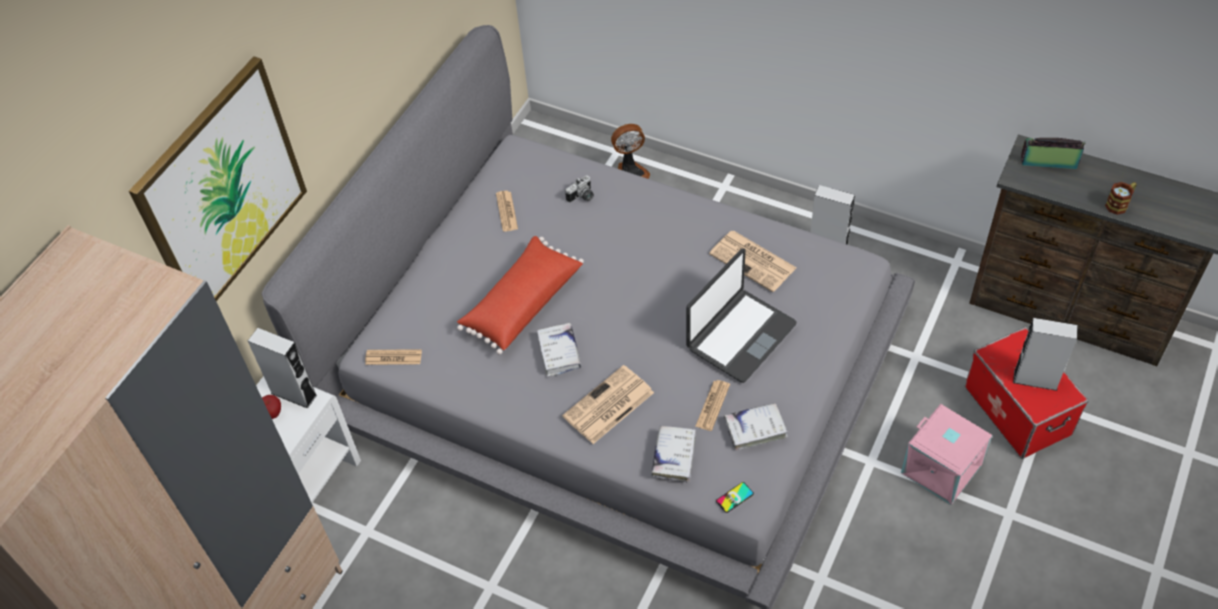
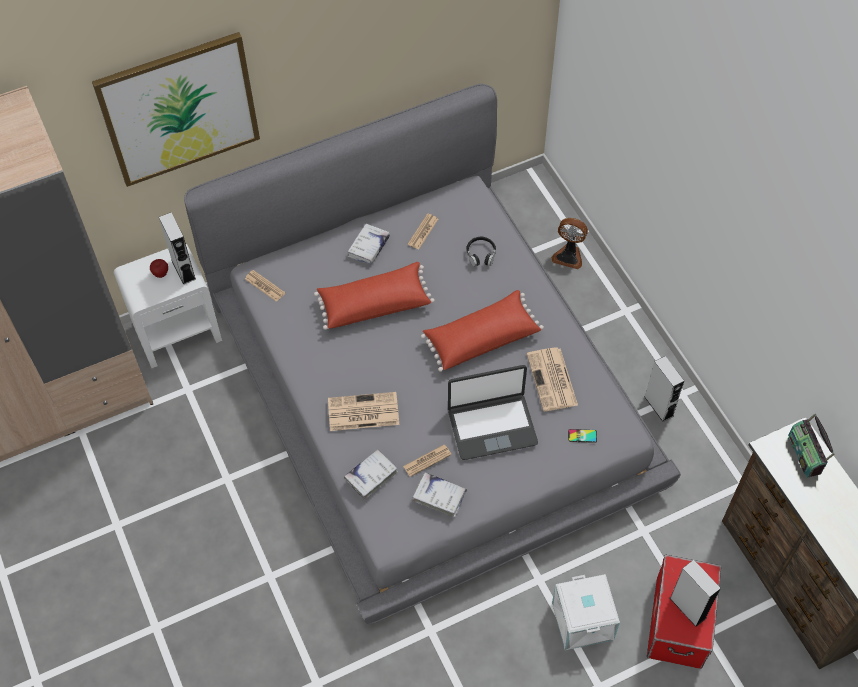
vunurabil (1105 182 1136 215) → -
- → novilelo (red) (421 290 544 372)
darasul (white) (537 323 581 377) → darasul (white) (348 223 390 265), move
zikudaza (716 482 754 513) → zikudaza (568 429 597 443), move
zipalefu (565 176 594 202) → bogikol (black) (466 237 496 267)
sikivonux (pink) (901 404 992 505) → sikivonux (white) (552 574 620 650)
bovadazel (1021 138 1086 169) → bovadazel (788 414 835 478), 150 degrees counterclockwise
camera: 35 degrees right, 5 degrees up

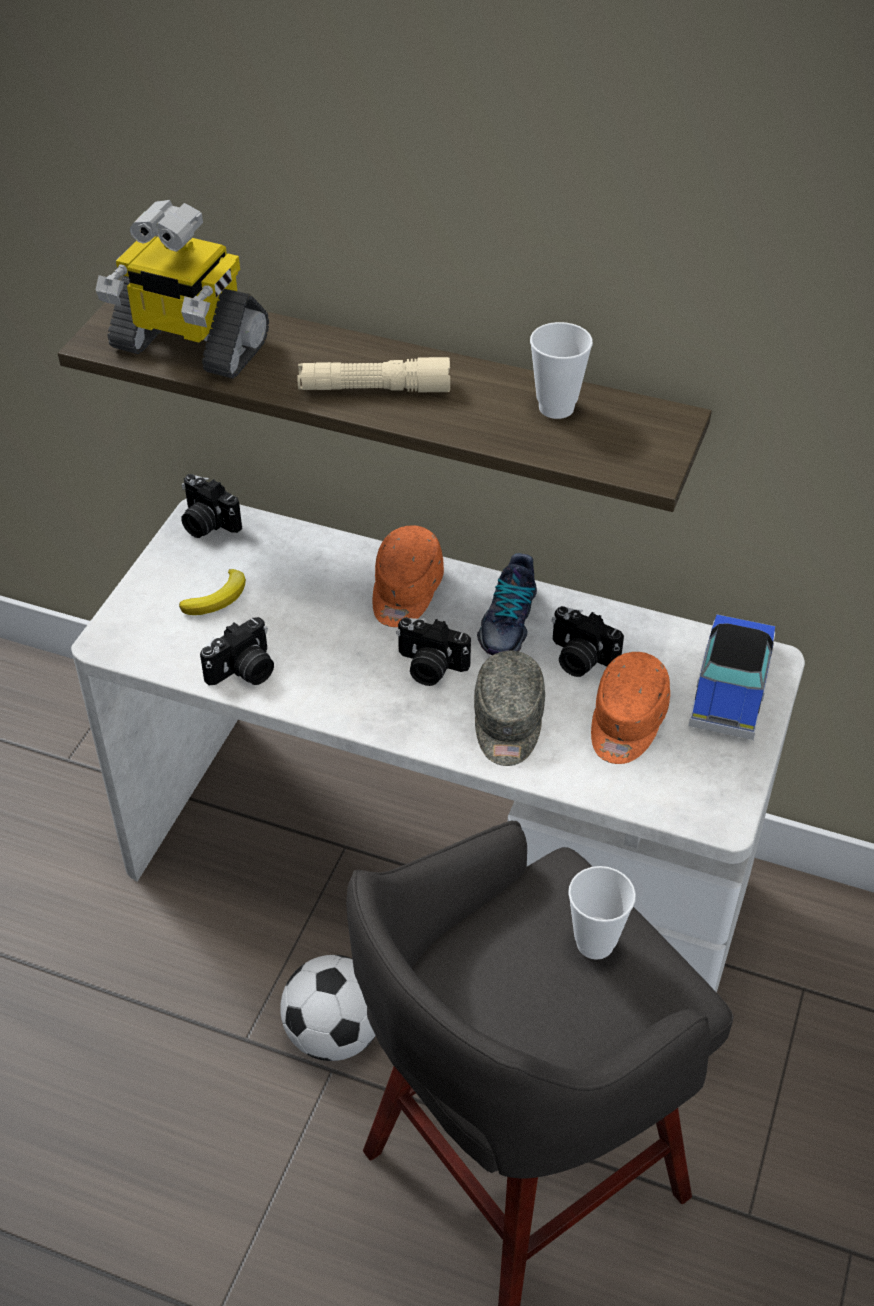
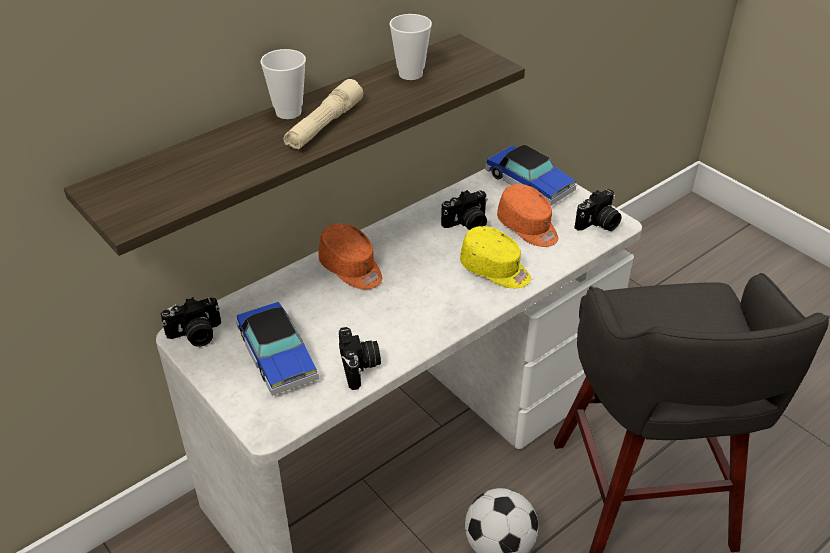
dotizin (96 200 269 379) → -
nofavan (477 553 537 655) → -
zipalefu (396 618 471 686) → zipalefu (575 189 622 231), move
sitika (568 866 636 960) → sitika (261 49 306 119), move
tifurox (179 569 246 615) → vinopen (236 302 319 396)
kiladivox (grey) (474 650 545 766) → kiladivox (yellow) (460 226 531 288)
camera: 60 degrees left, 5 degrees down

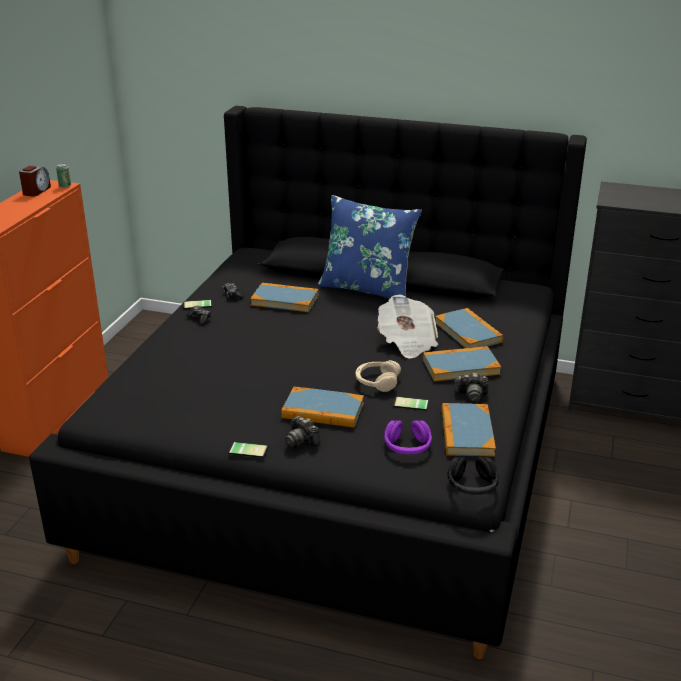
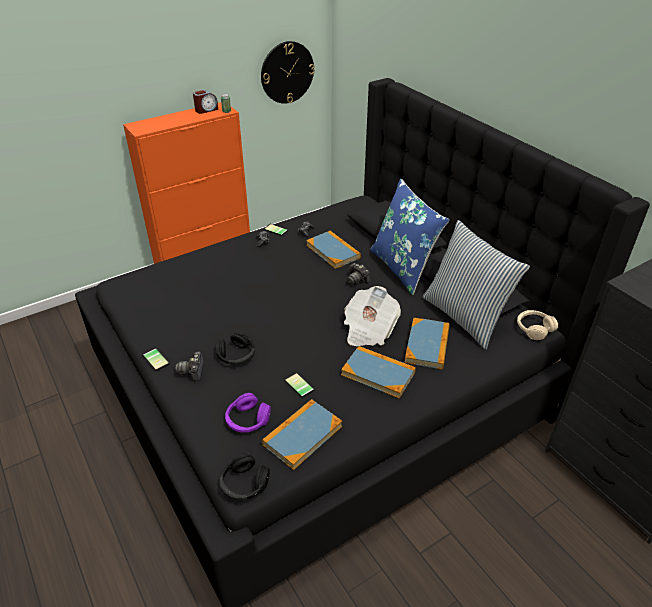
- → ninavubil (261 41 315 104)
- → novilelo (423 220 530 350)
bogikol (beige) (356 360 401 392) → bogikol (beige) (517 310 558 340), move
zipalefu (454 373 489 403) → zipalefu (347 263 370 285), move
darasul (281 387 364 428) → bogikol (black) (216 332 255 365)
camera: 40 degrees right, 10 degrees up

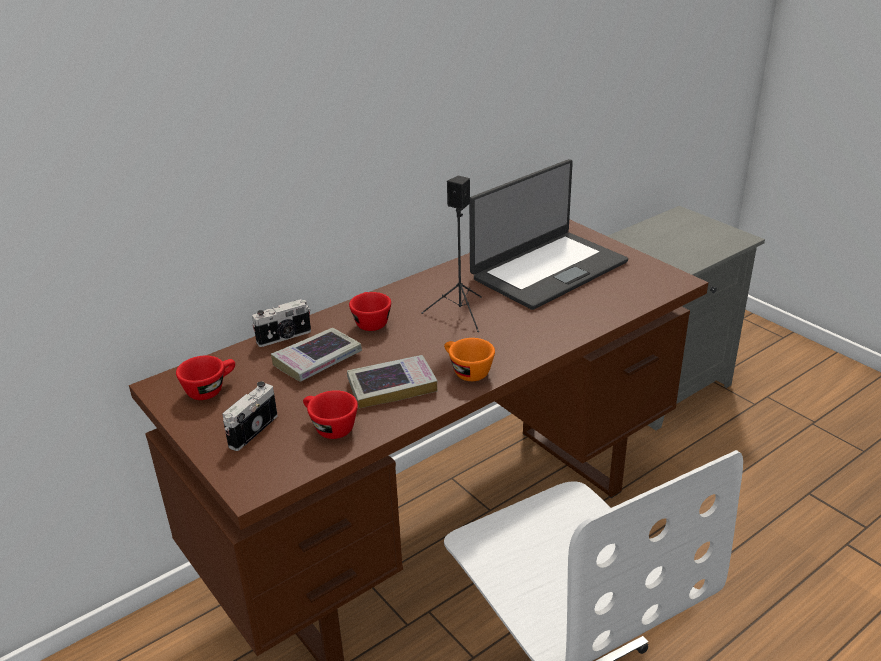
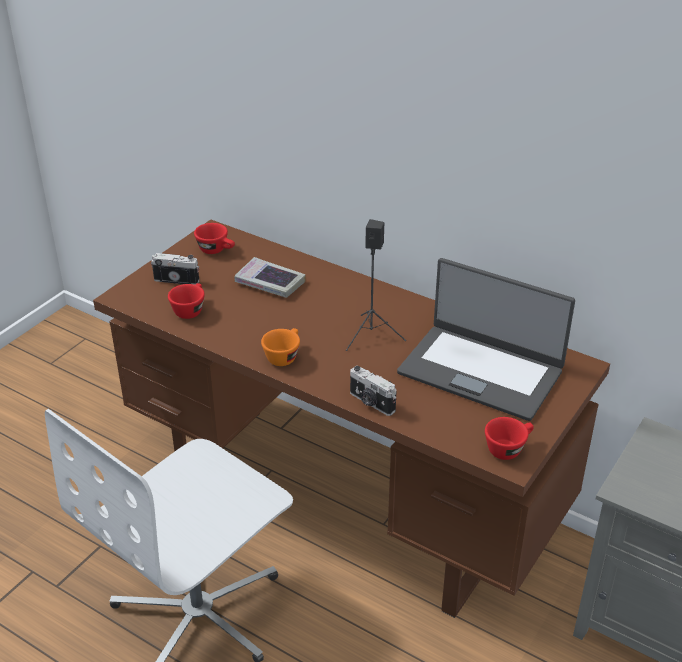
darasul (347 355 437 409) → -
zipalefu (252 299 311 347) → zipalefu (350 366 396 416), move
sitika (red) (349 292 391 331) → sitika (red) (485 417 534 460), move
camera: 70 degrees right, 5 degrees up

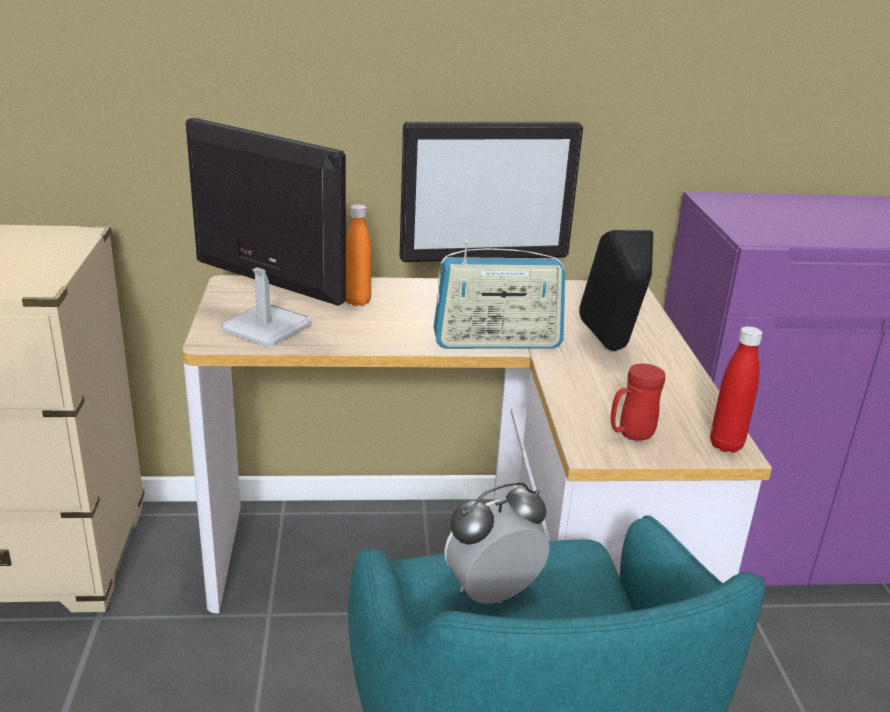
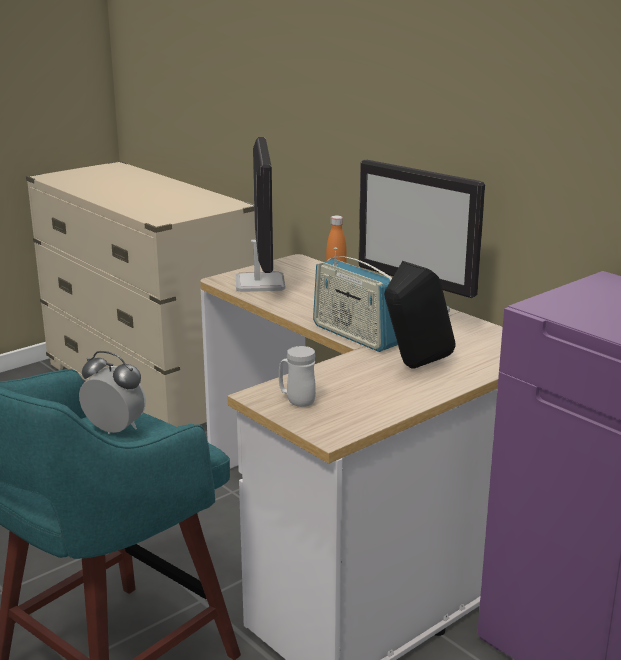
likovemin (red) (710 326 763 453) → -
vunurabil (red) (611 363 665 441) → vunurabil (white) (279 346 316 407)
camera: 55 degrees right, 5 degrees down

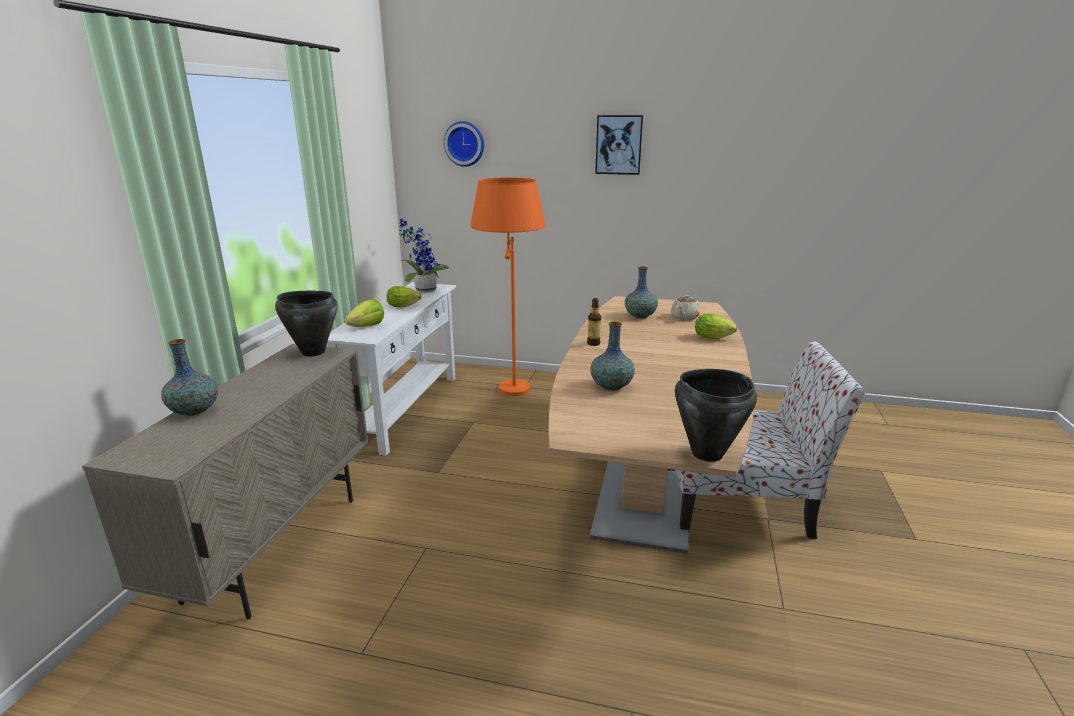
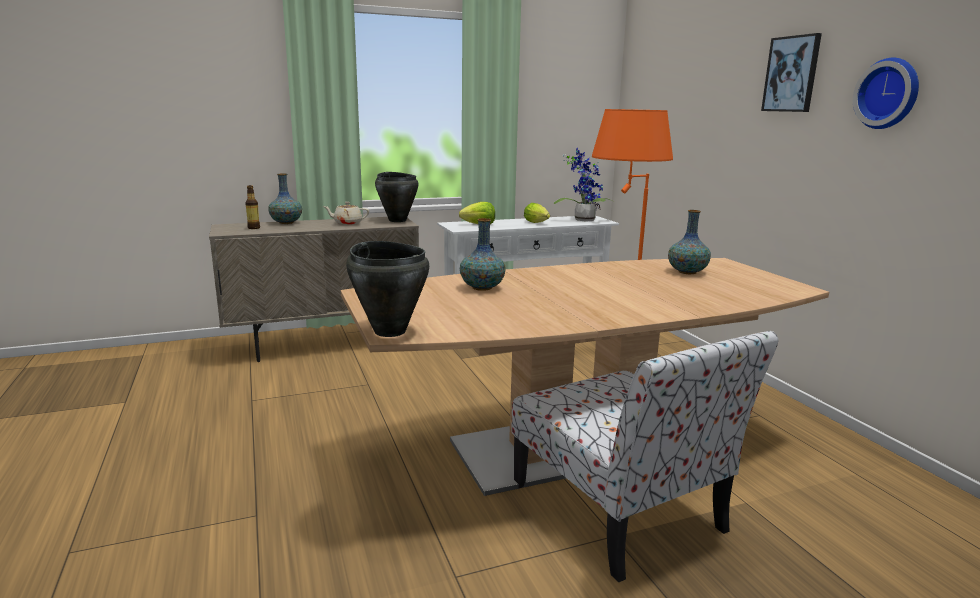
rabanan (695 313 737 339) → -
ninavubil (444 121 484 167) → ninavubil (853 57 919 129), move
likovemin (587 298 601 346) → likovemin (245 185 260 229), move
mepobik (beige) (671 295 700 320) → mepobik (beige) (323 202 369 225), move
camera: 55 degrees right, 5 degrees down

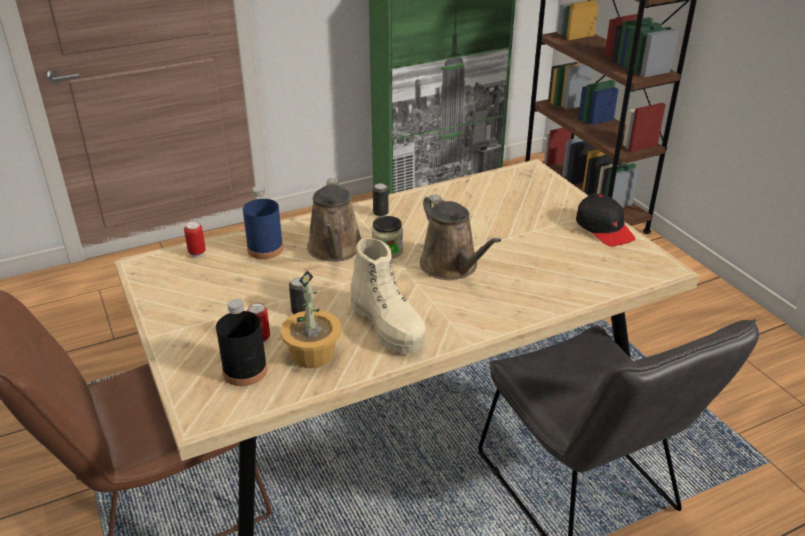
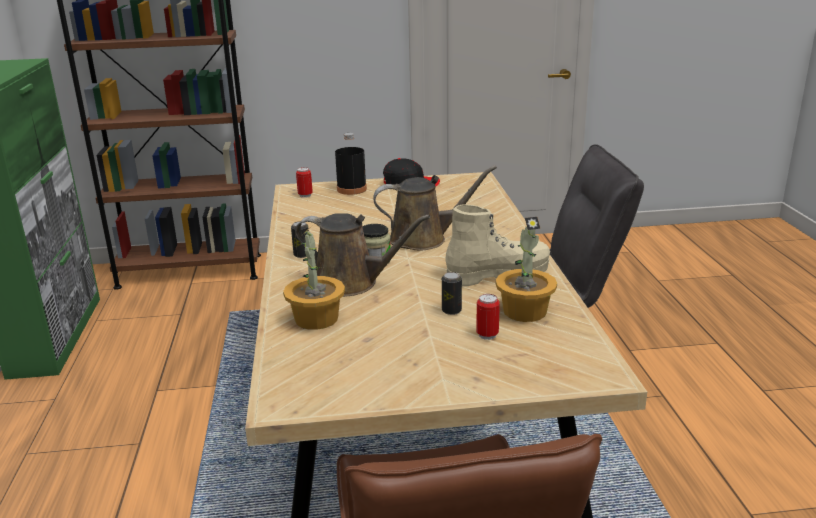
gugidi (184 221 206 257) → gugidi (296 167 313 198), move
likovemin (black) (216 299 267 386) → likovemin (black) (335 133 367 195), move
likovemin (blue) (243 186 284 259) → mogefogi (283 231 345 330)
camera: 70 degrees left, 10 degrees down

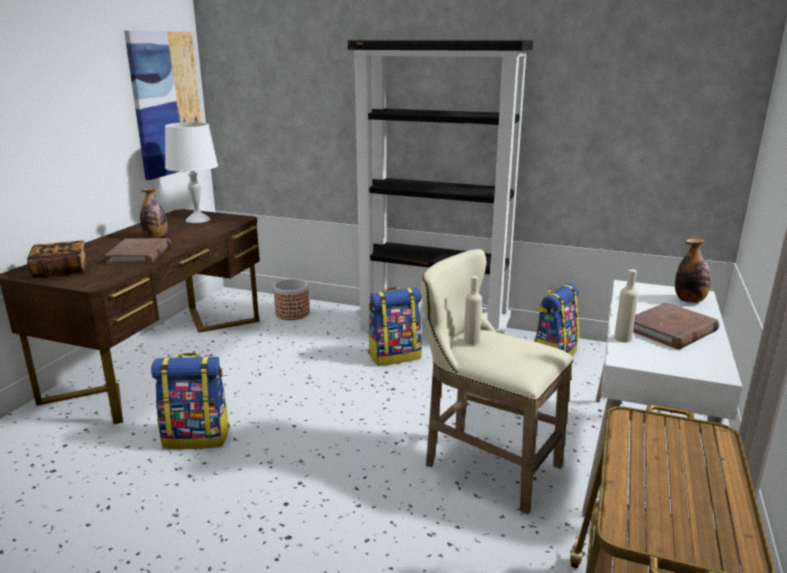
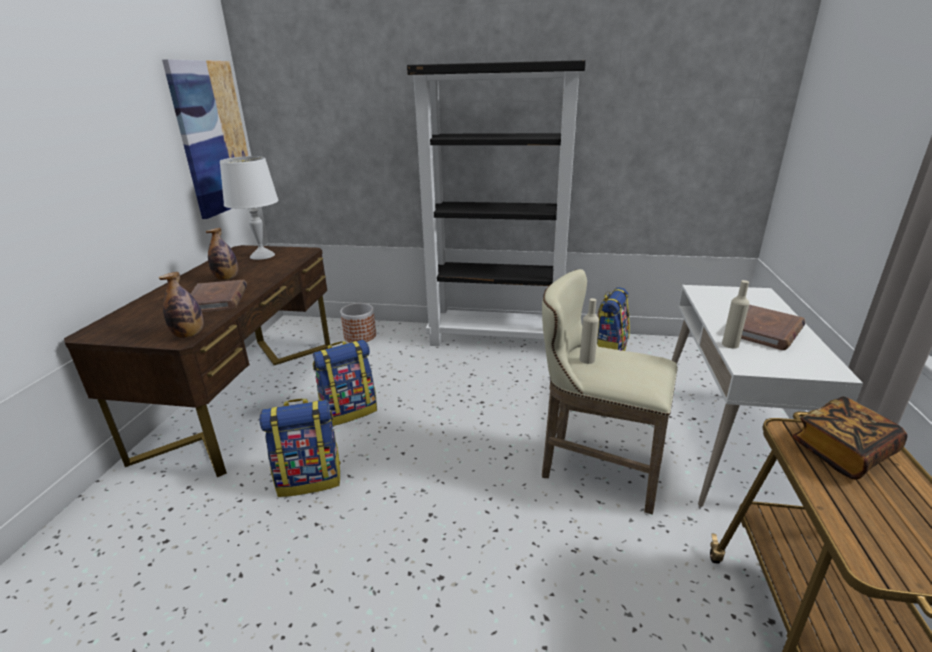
darasul (27 241 87 278) → darasul (792 396 907 479), move
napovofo (368 287 422 366) → napovofo (313 340 377 426), move
likovemin (675 238 711 303) → likovemin (159 272 204 338), move
camera: 10 degrees left, 5 degrees up

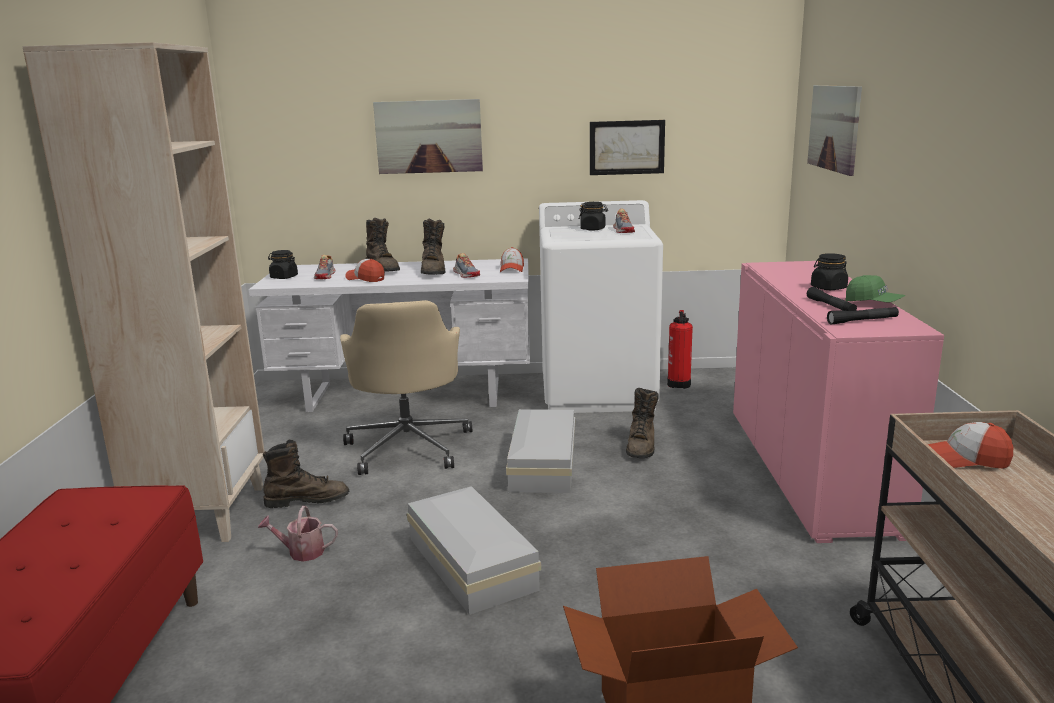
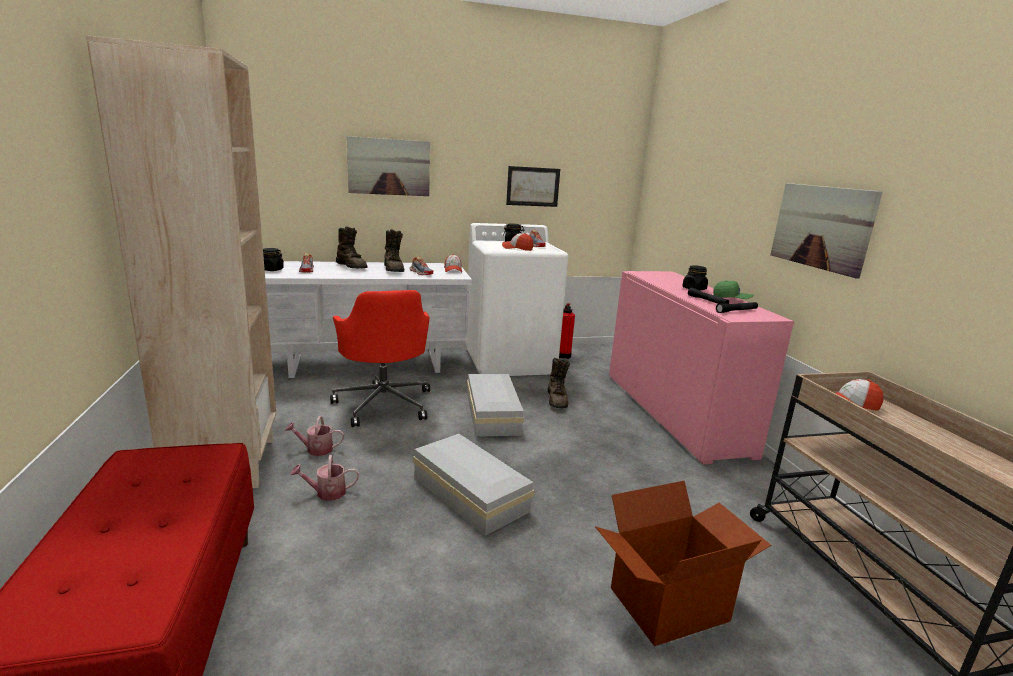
kiladivox (345 259 385 282) → kiladivox (502 233 533 251), move
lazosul (807 85 862 176) → lazosul (770 183 883 278), move
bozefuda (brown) (263 440 349 508) → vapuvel (285 416 344 456)
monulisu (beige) (340 300 472 475) → monulisu (red) (330 290 430 427)
camera: 15 degrees left, 0 degrees up

